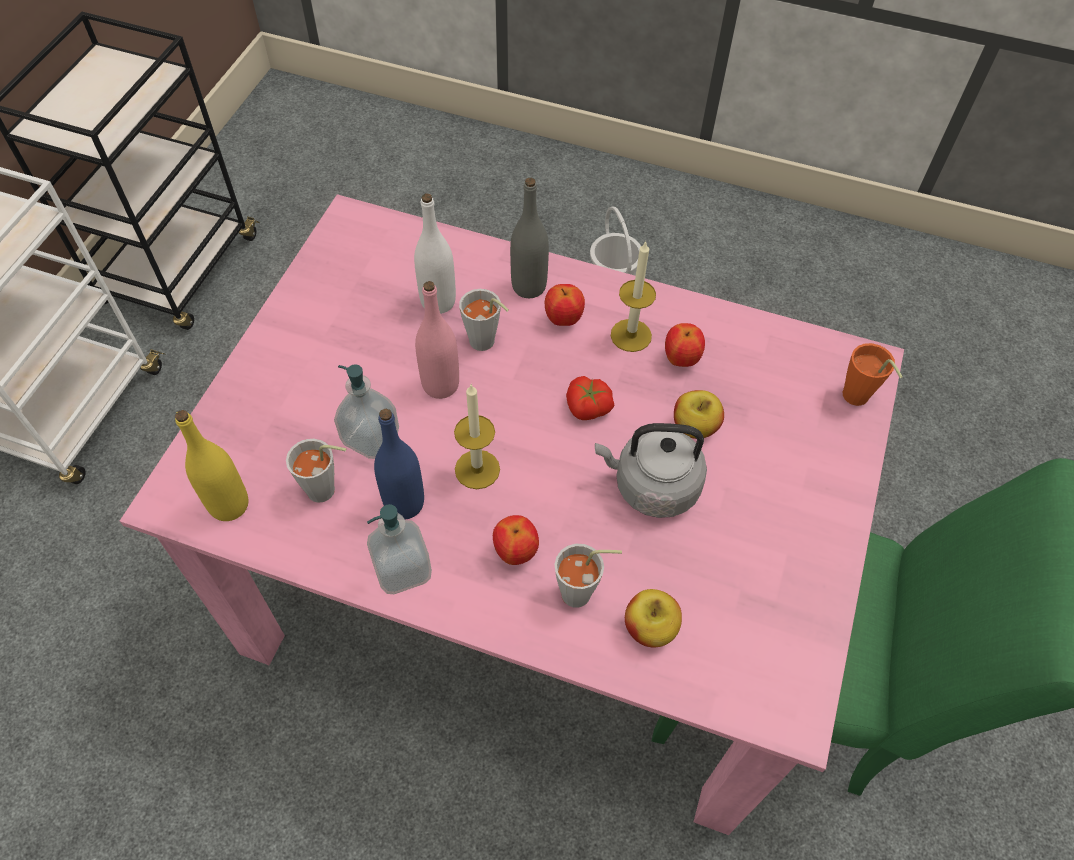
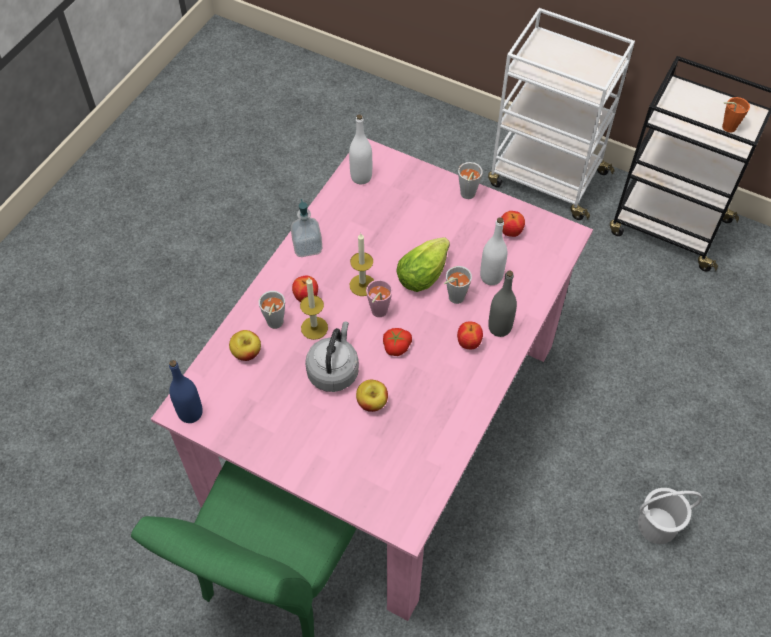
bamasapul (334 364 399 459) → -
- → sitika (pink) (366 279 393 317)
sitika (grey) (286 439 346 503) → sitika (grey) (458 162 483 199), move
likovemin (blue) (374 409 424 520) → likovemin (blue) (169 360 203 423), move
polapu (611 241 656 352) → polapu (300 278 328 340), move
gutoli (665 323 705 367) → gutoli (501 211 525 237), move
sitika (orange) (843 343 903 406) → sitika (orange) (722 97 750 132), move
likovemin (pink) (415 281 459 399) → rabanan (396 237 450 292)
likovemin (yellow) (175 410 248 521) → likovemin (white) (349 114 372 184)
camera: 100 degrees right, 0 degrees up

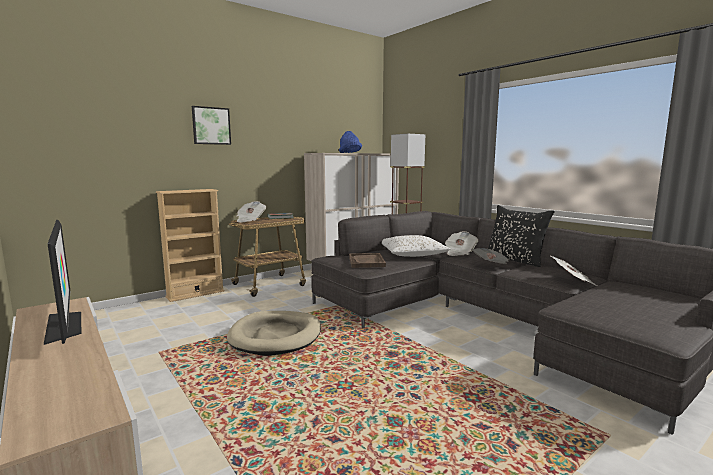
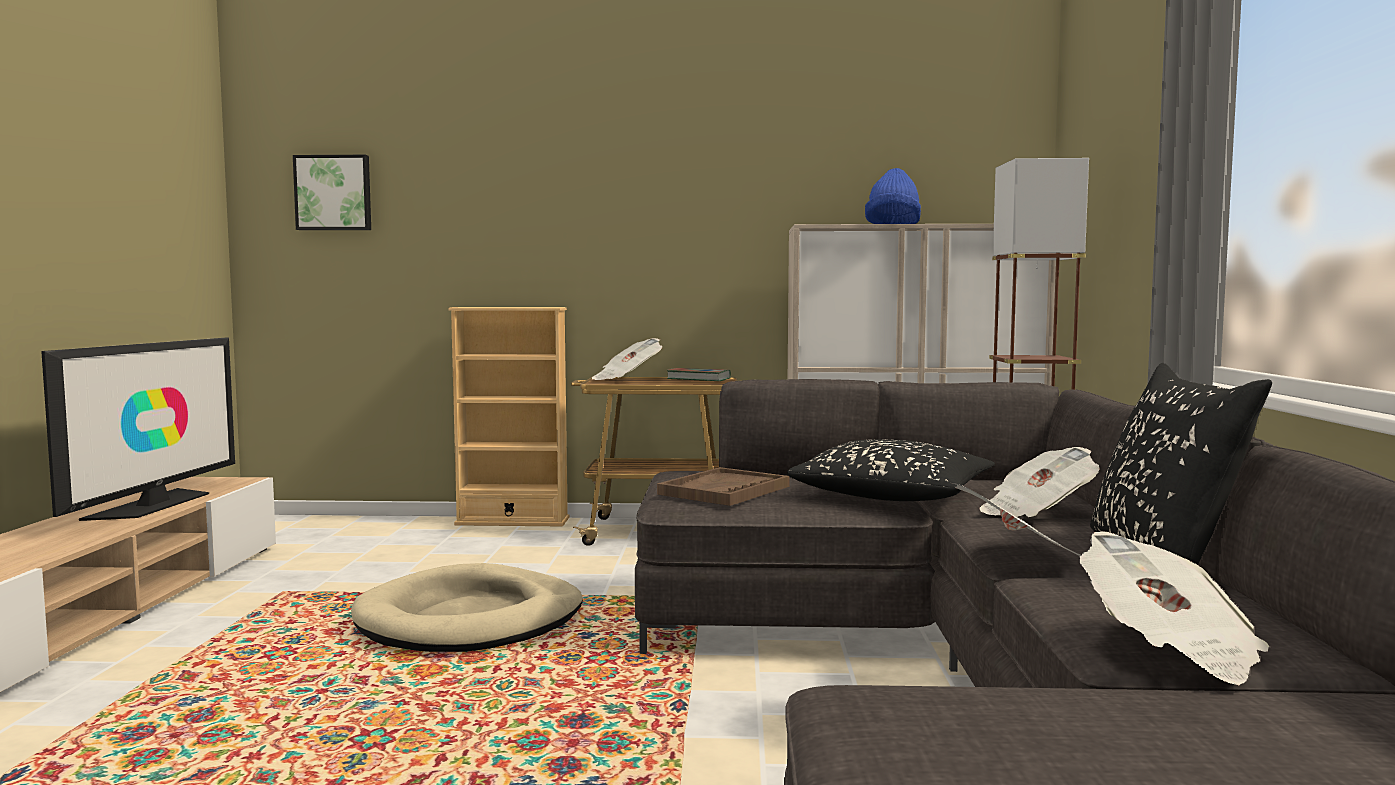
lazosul (192 106 231 145) → lazosul (293 155 371 230), move
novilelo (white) (382 235 450 257) → novilelo (black) (787 439 995 501)
camera: 40 degrees right, 5 degrees down

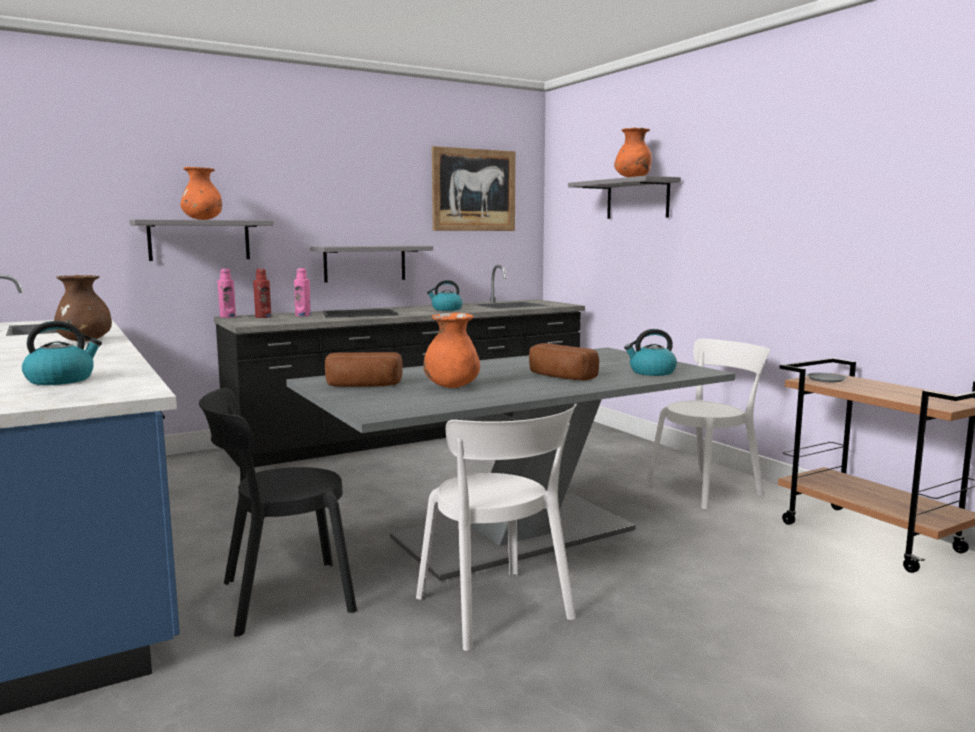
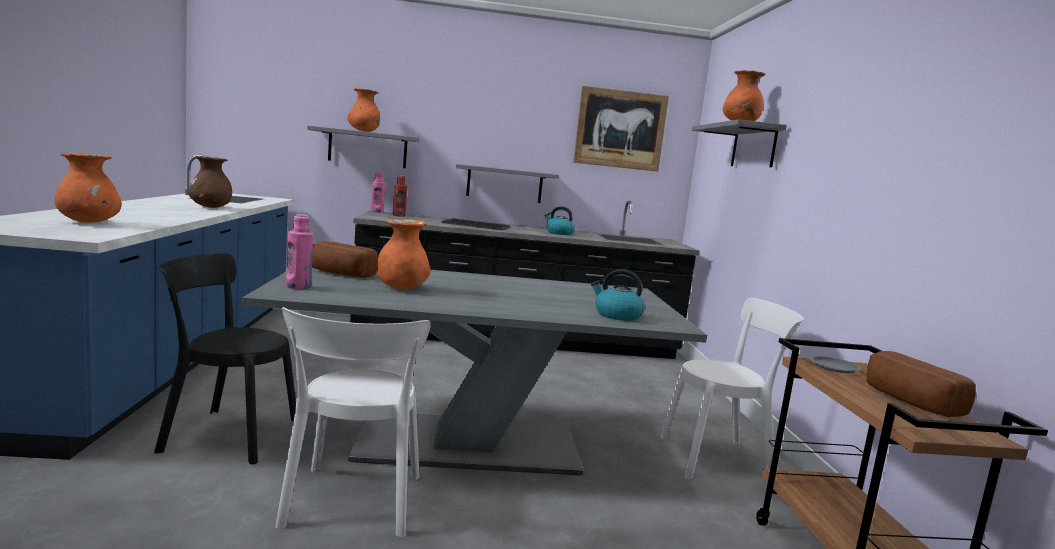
likovemin (pink) (294 268 311 316) → likovemin (pink) (286 214 313 289), move
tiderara (529 343 599 380) → tiderara (866 351 976 417), move
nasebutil (22 321 102 385) → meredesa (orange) (55 152 122 223)
camera: 25 degrees right, 0 degrees up

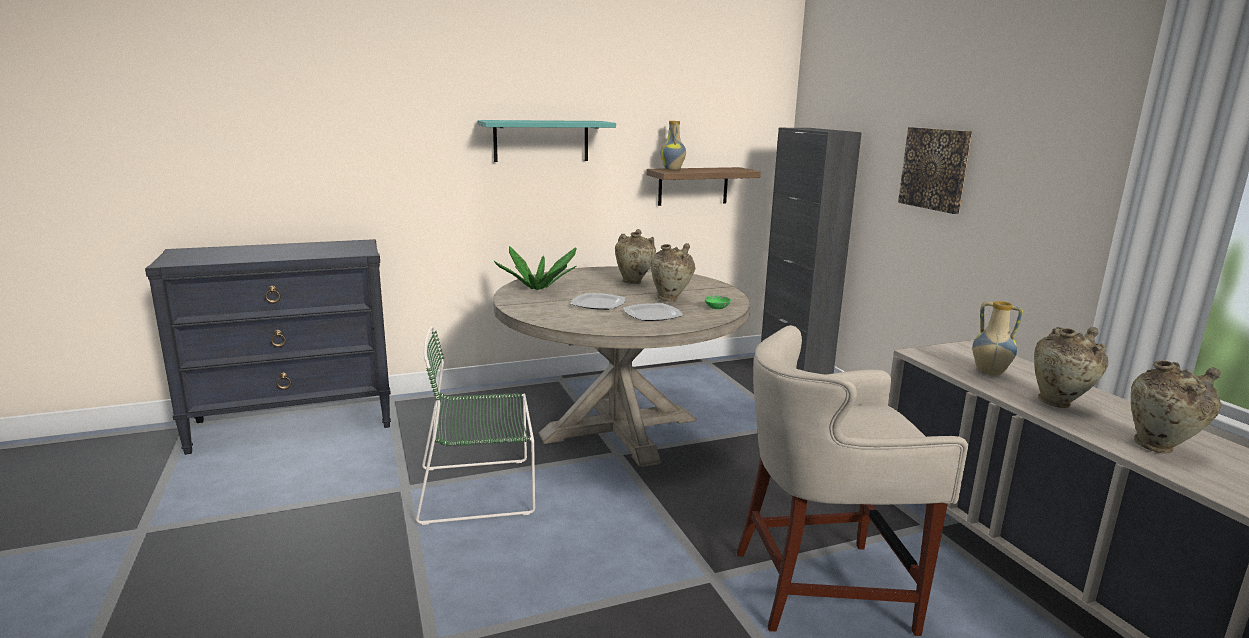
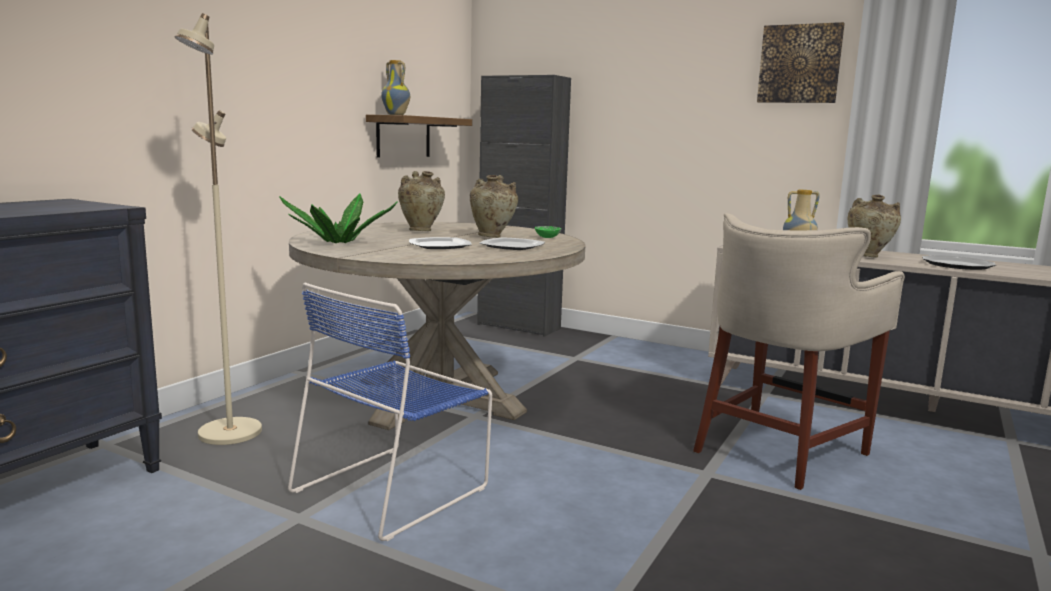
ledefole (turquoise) (477 120 616 162) → -
- → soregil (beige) (174 13 262 445)
lazosul (898 127 972 214) → lazosul (757 22 845 103), move
meredesa (beige) (1131 360 1222 454) → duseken (922 255 996 270)
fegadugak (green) (416 326 535 525) → fegadugak (blue) (288 283 492 541)
camera: 40 degrees left, 5 degrees down

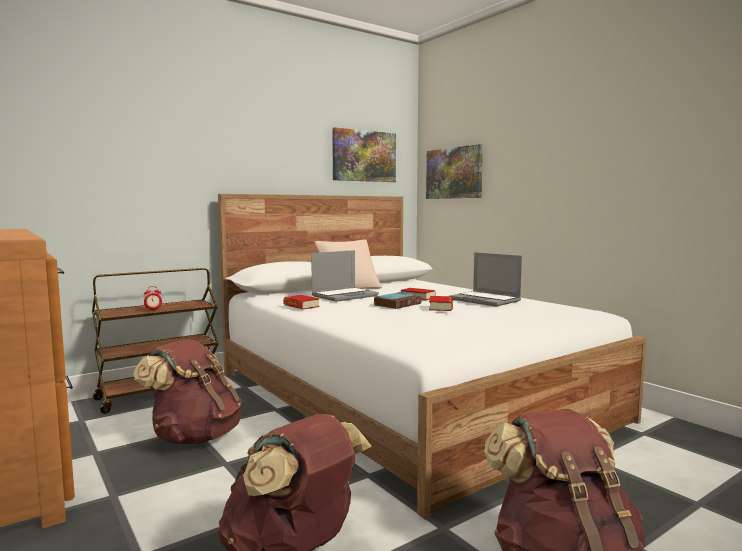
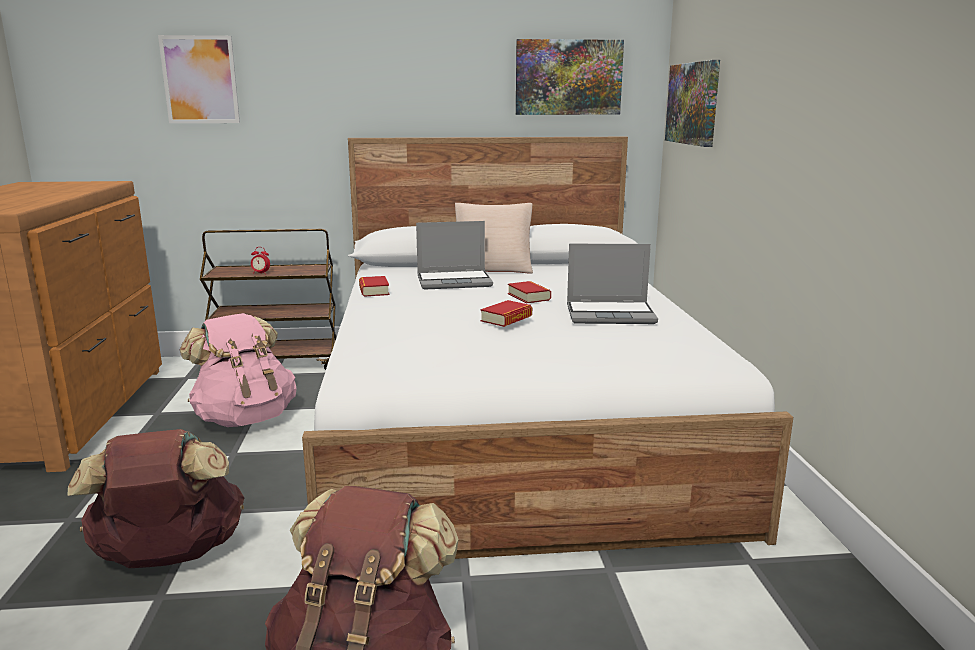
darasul (374 292 422 309) → -
- → lazosul (158 35 240 123)
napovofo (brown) (133 339 242 444) → napovofo (pink) (180 313 297 427)
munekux (449 252 522 307) → munekux (567 244 658 324), 75 degrees counterclockwise
camera: 30 degrees right, 10 degrees up

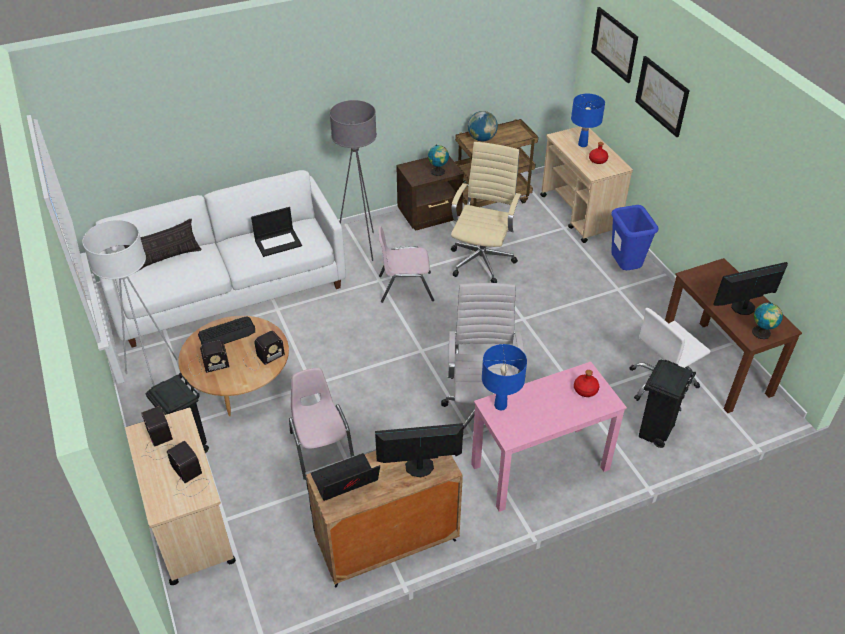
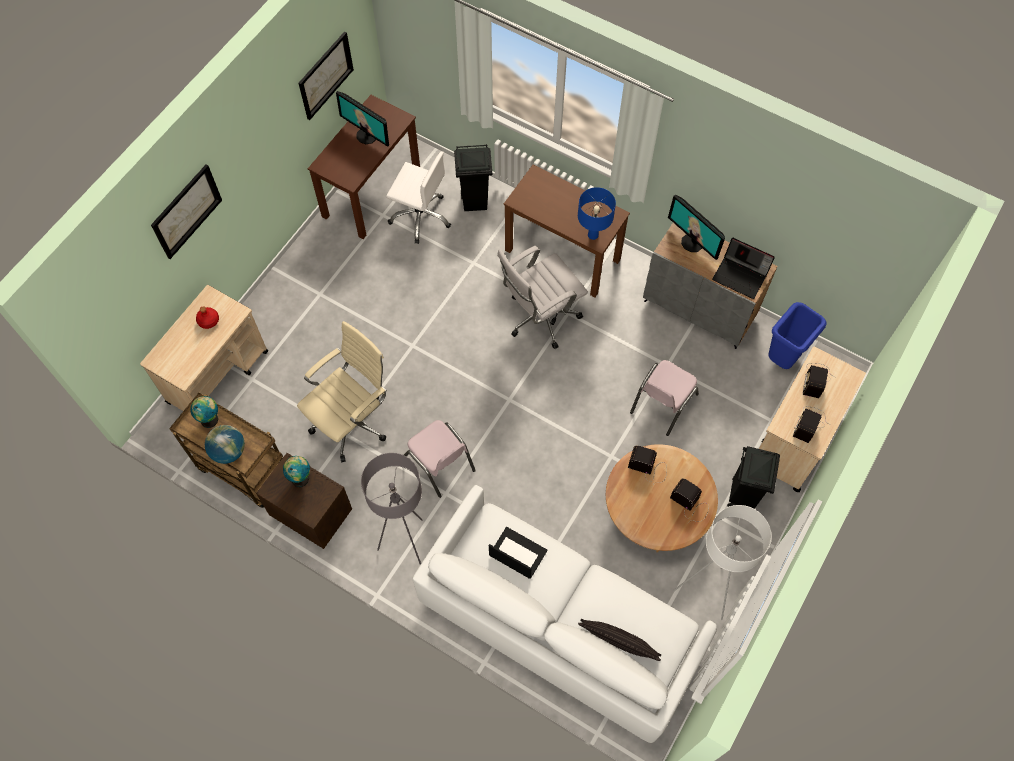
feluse (198 316 255 345) → -
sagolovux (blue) (571 94 605 147) → -
likovemin (red) (574 370 599 397) → -
lazosul (591 7 638 83) → lazosul (299 31 354 120), move
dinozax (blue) (611 205 658 270) → dinozax (blue) (768 302 827 369), move
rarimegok (752 302 783 339) → rarimegok (190 396 218 428), move
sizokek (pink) (471 362 627 512) → sizokek (brown) (504 165 630 297)
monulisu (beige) (451 142 521 283) → monulisu (beige) (297 321 387 462), 150 degrees clockwise
camera: 125 degrees left, 20 degrees up

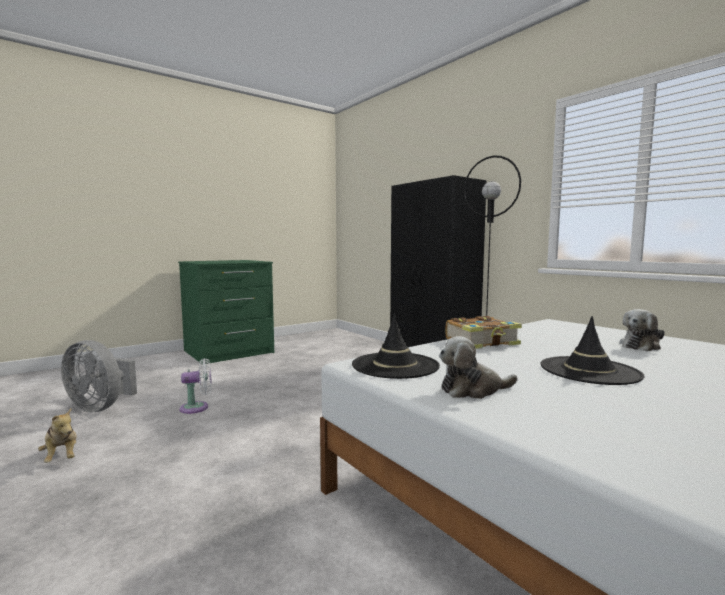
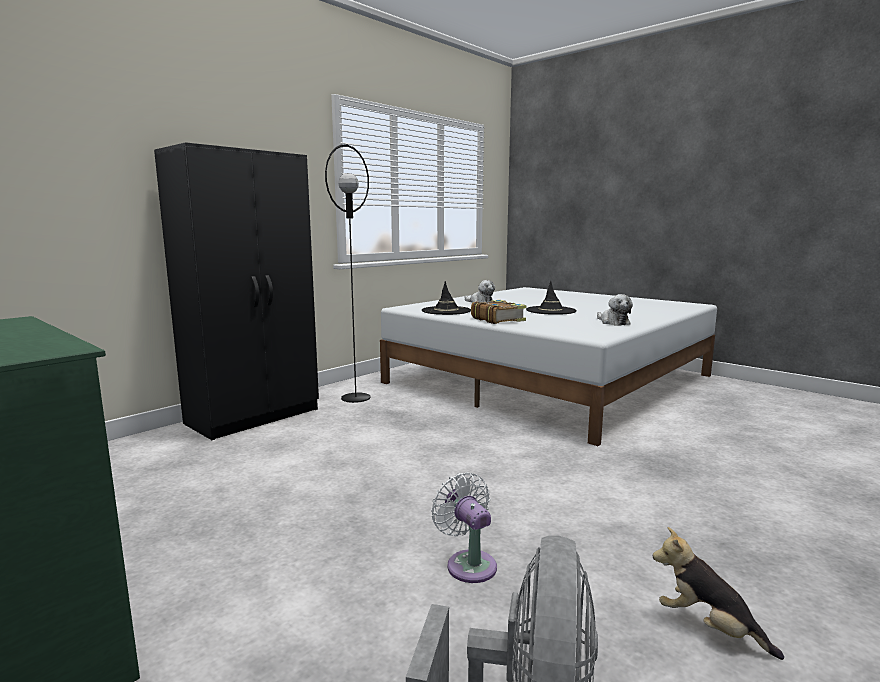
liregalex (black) (352 313 440 379) → liregalex (black) (422 281 471 315), move
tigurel (38 409 77 463) → tigurel (652 527 784 660), 90 degrees counterclockwise
camera: 100 degrees left, 5 degrees up

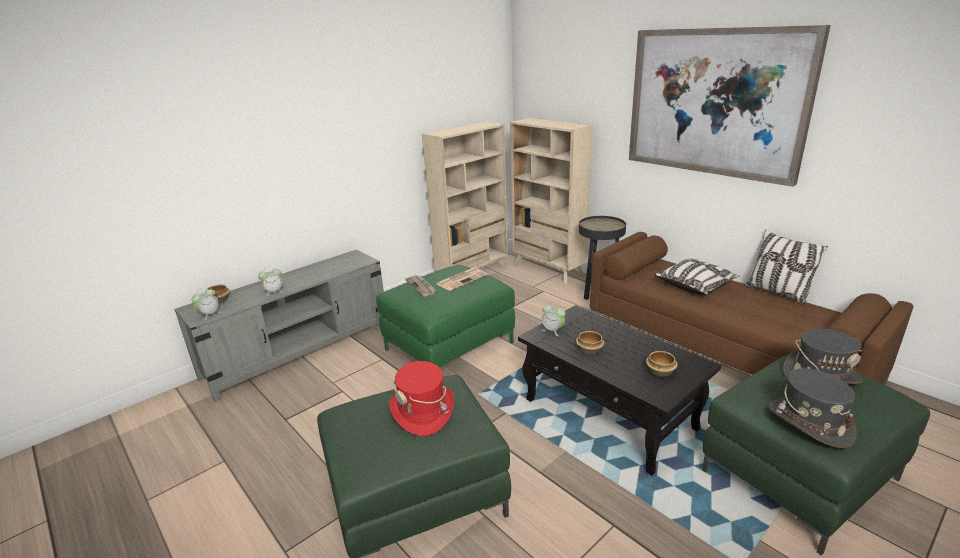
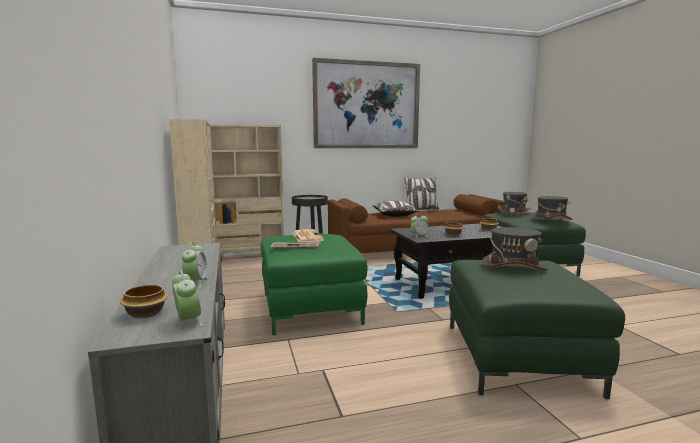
liregalex (red) (389 361 454 436) → liregalex (grey) (481 227 548 270)
camera: 65 degrees left, 15 degrees down

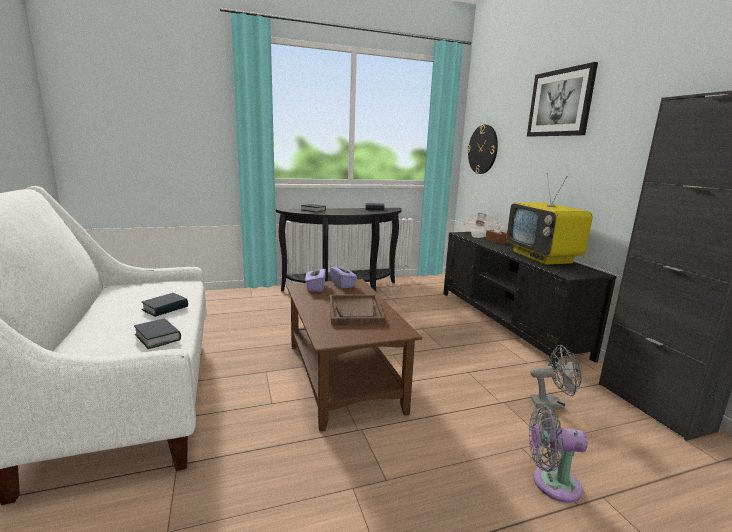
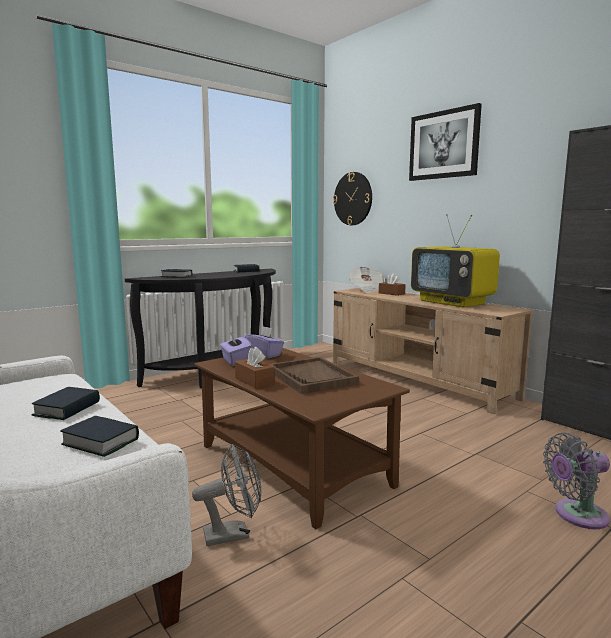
- → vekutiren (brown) (235 347 275 389)
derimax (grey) (530 345 581 409) → derimax (grey) (192 444 261 546), move
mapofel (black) (443 232 617 369) → mapofel (beige) (333 288 533 414)
camera: 20 degrees left, 5 degrees down

